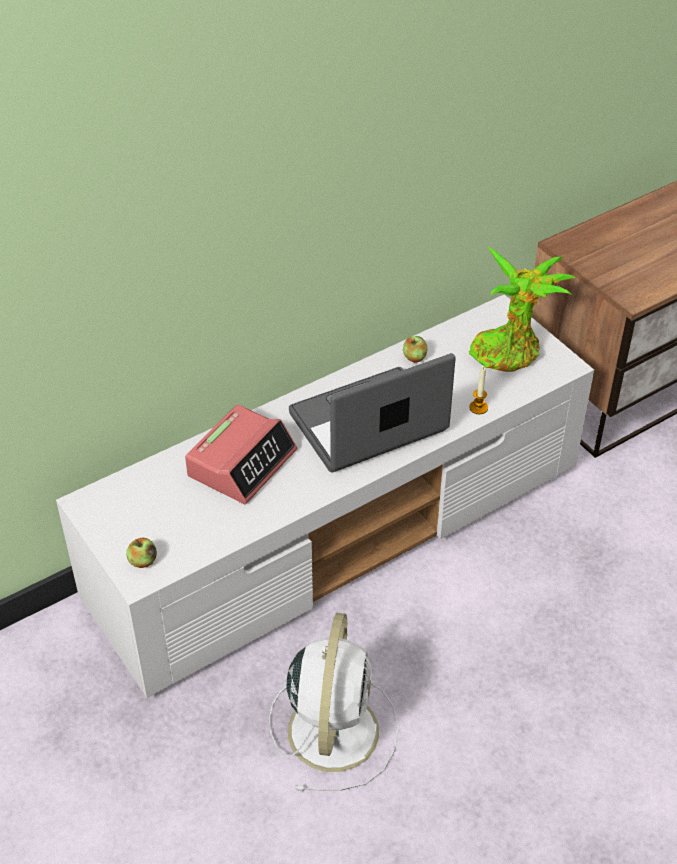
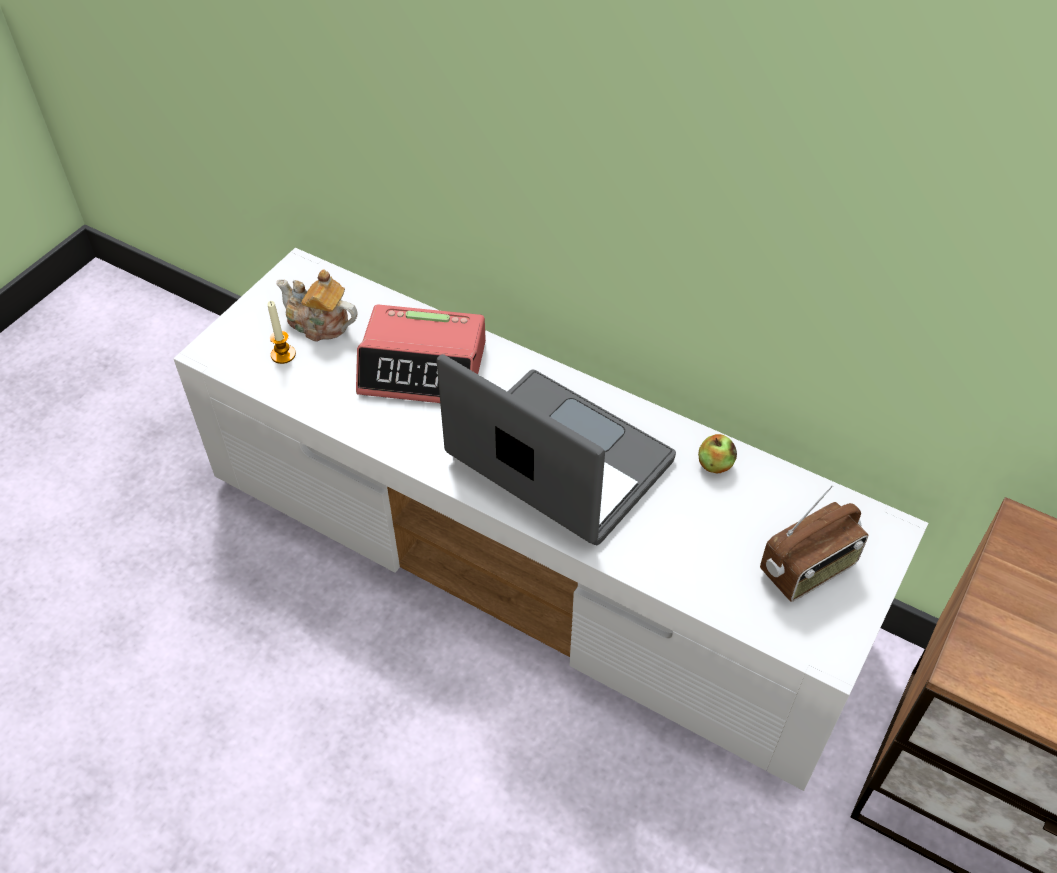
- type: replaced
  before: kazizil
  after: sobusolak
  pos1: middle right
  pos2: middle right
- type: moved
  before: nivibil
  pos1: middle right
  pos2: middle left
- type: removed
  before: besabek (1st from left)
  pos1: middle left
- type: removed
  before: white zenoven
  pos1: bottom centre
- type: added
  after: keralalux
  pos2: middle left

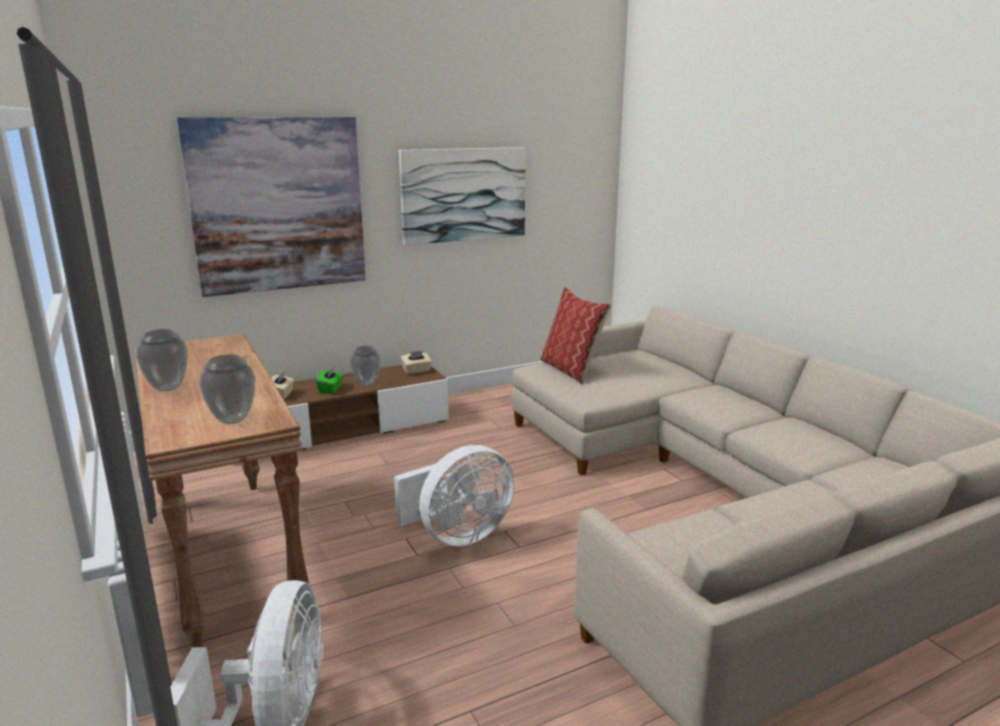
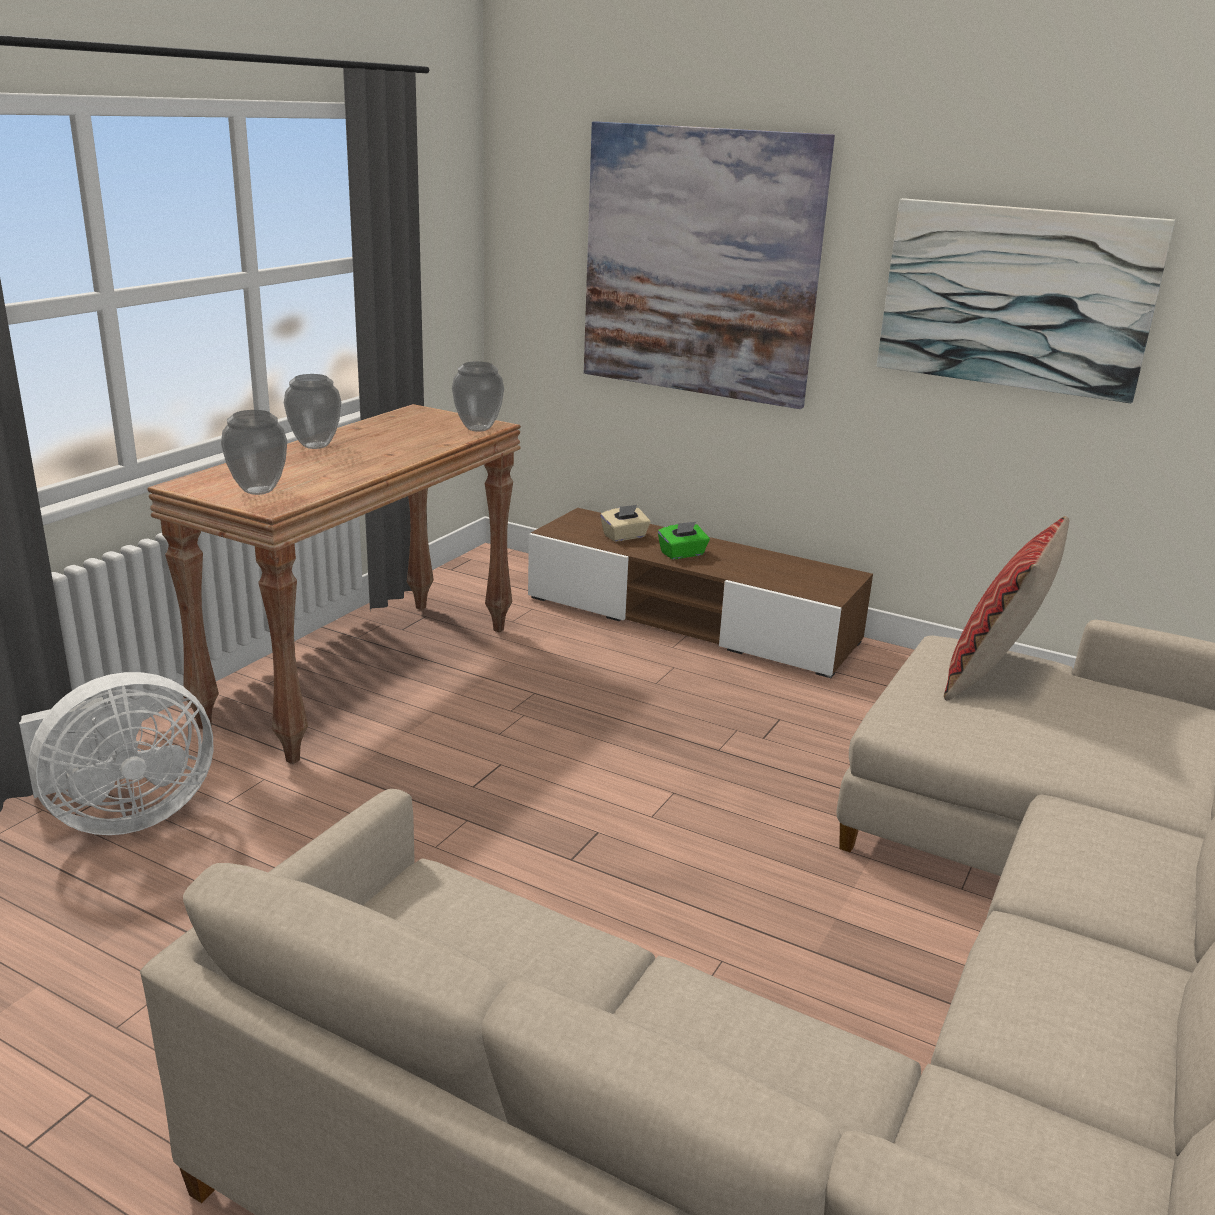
- type: moved
  before: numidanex (3rd from left)
  pos1: centre
  pos2: top centre
- type: removed
  before: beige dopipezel (2nd from left)
  pos1: centre
- type: removed
  before: white zenoven (2nd from left)
  pos1: bottom centre

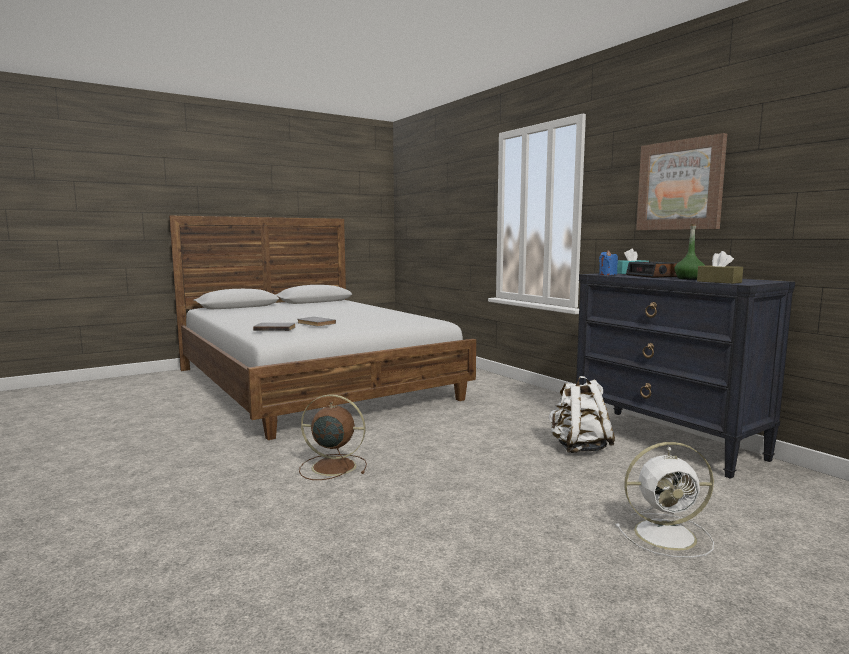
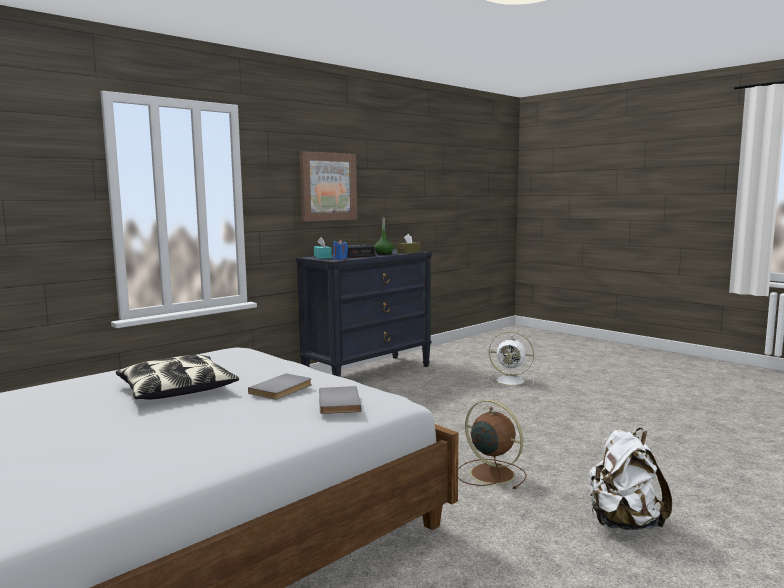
- type: moved
  before: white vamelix
  pos1: middle right
  pos2: bottom right
- type: turned
  before: brown zenoven
  pos1: bottom centre
  pos2: bottom centre
  turn: 135
- type: turned
  before: white zenoven
  pos1: bottom right
  pos2: centre
  turn: 120
- type: added
  after: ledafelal
  pos2: middle left

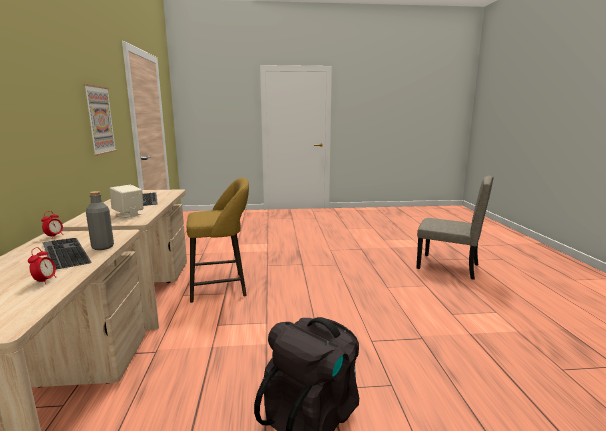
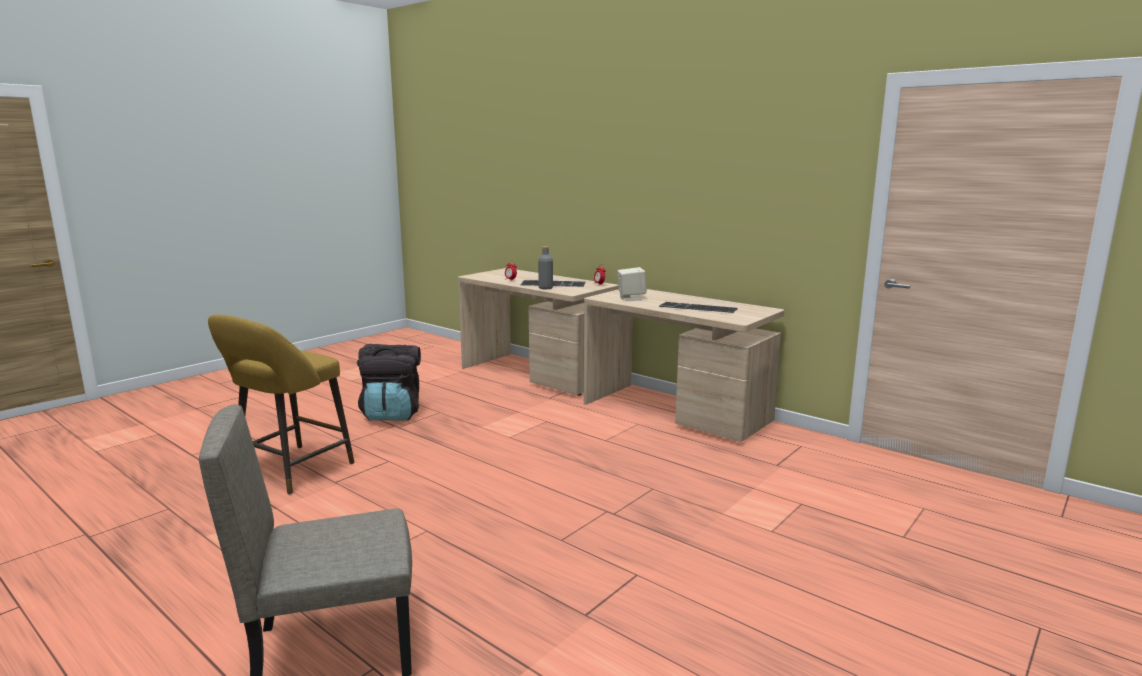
- type: removed
  before: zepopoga
  pos1: top left
- type: moved
  before: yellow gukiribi
  pos1: centre
  pos2: middle left

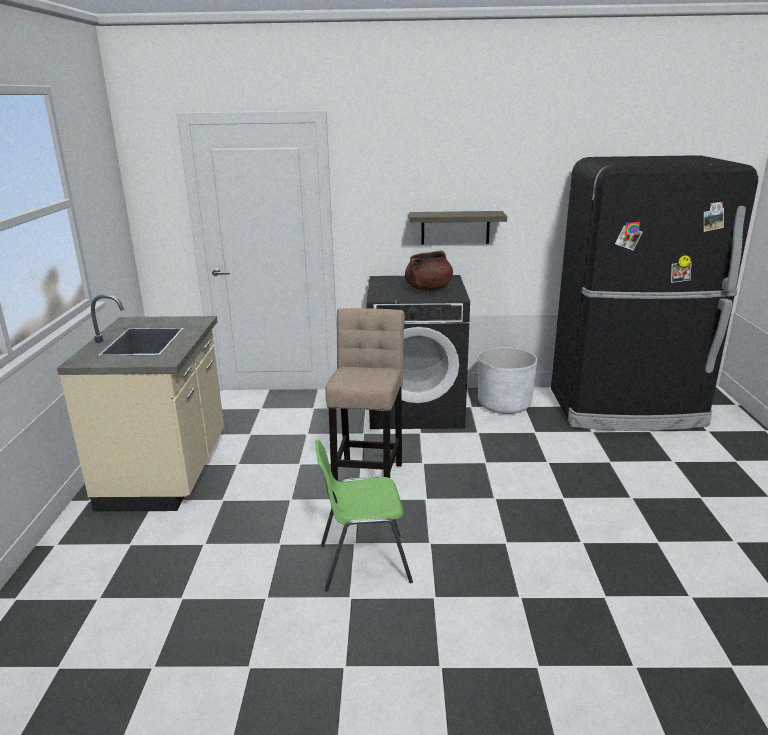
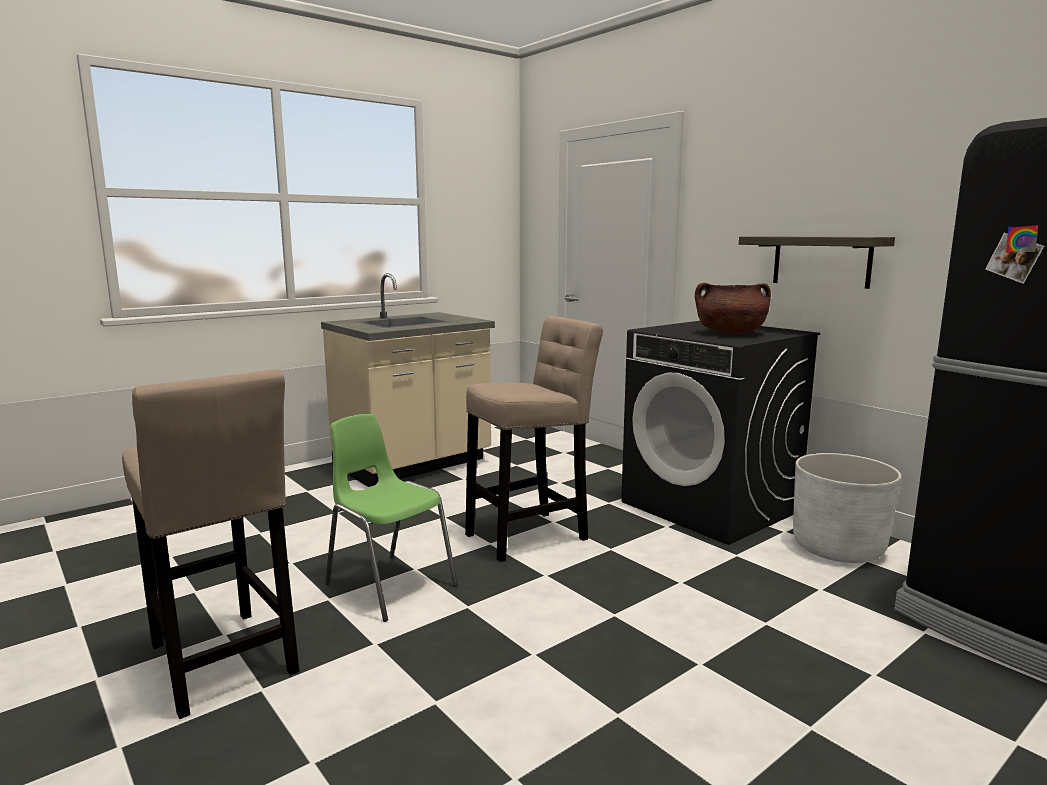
- type: added
  after: beige gukiribi (1st from left)
  pos2: bottom left

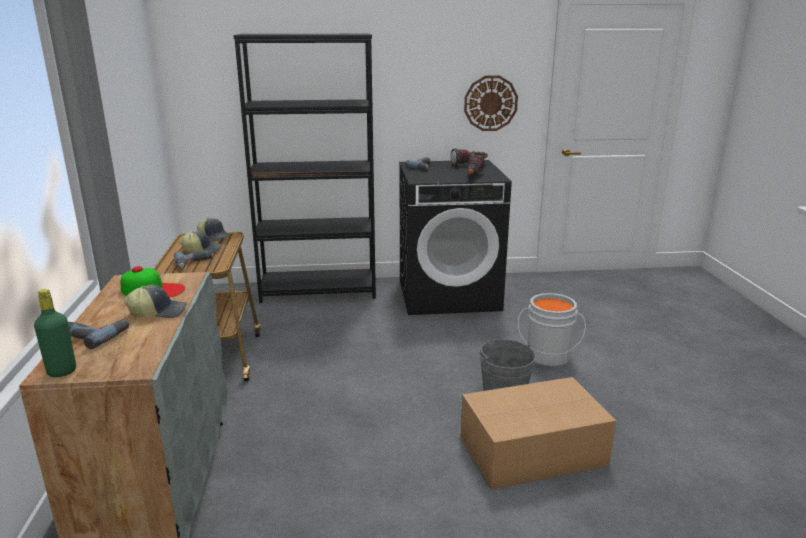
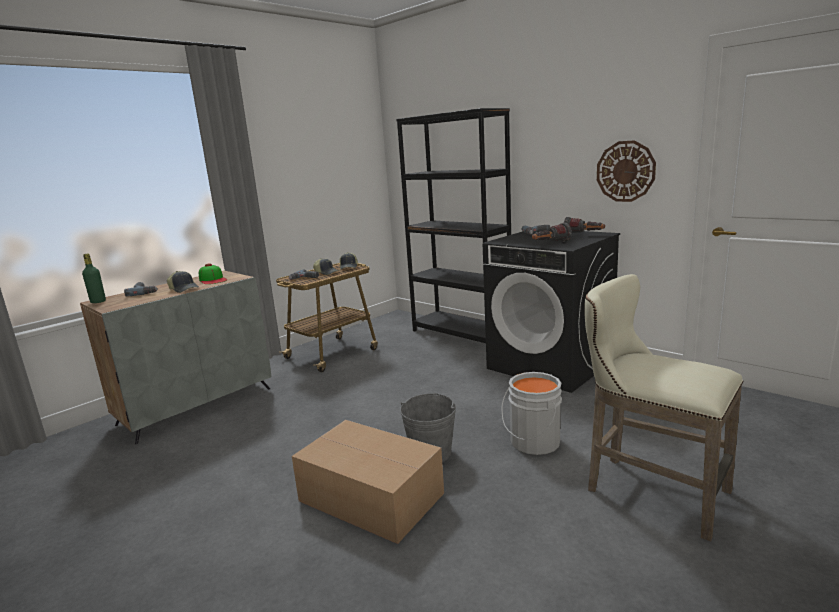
- type: added
  after: beige gukiribi
  pos2: bottom right

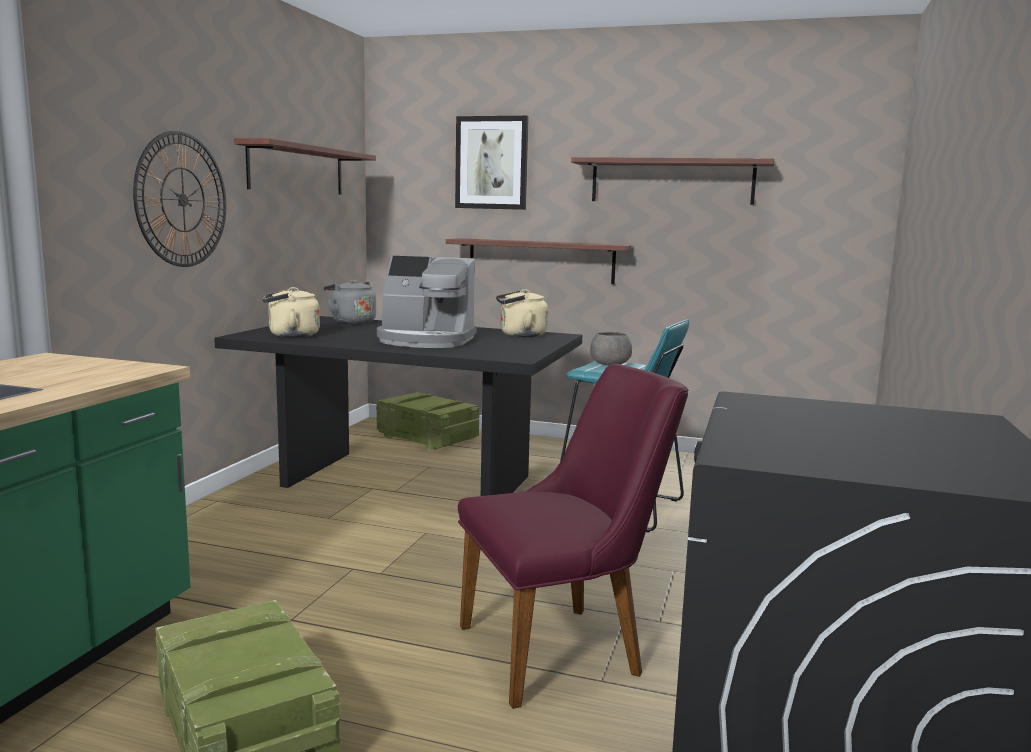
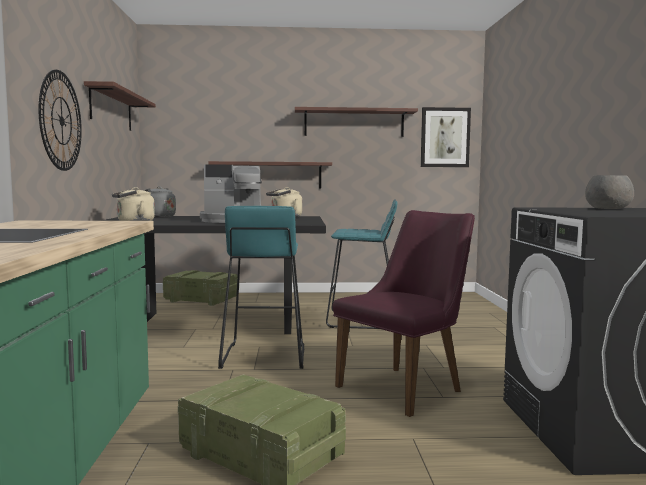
- type: moved
  before: zepopoga
  pos1: top centre
  pos2: top right
- type: moved
  before: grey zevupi
  pos1: centre
  pos2: middle right
- type: added
  after: turquoise gukiribi (1st from left)
  pos2: centre

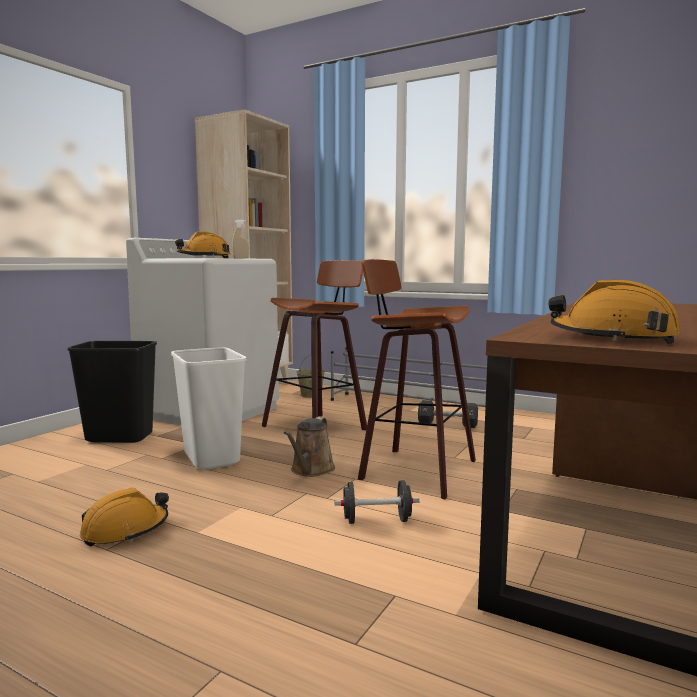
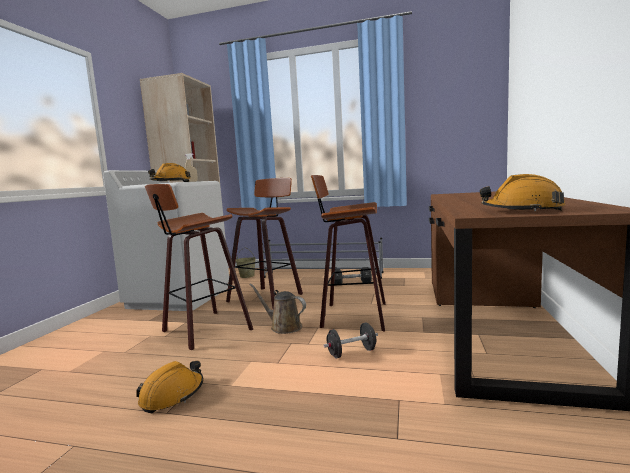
- type: removed
  before: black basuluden
  pos1: middle left
- type: replaced
  before: white basuluden
  after: gukiribi (1st from left)
  pos1: middle left
  pos2: middle left
- type: turned
  before: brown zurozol
  pos1: centre
  pos2: centre
  turn: 120

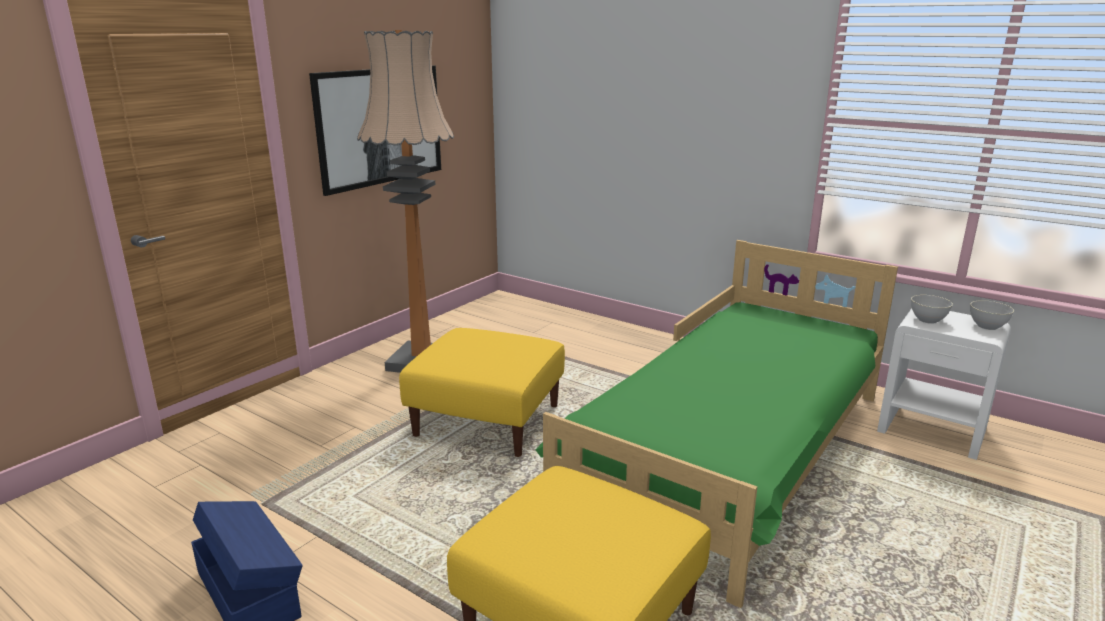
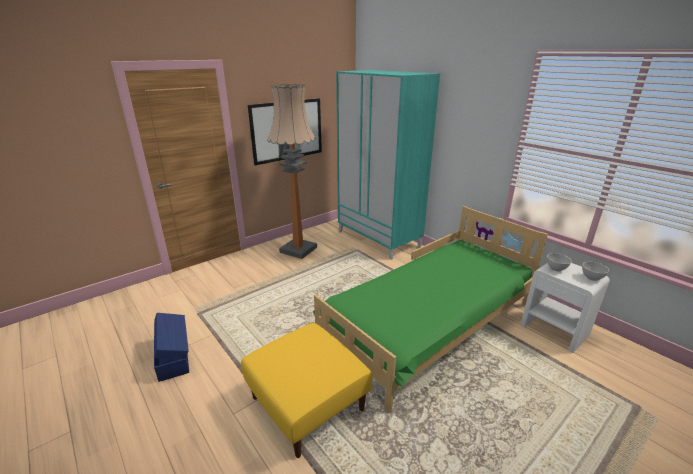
- type: removed
  before: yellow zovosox (1st from left)
  pos1: centre
- type: added
  after: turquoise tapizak
  pos2: centre

